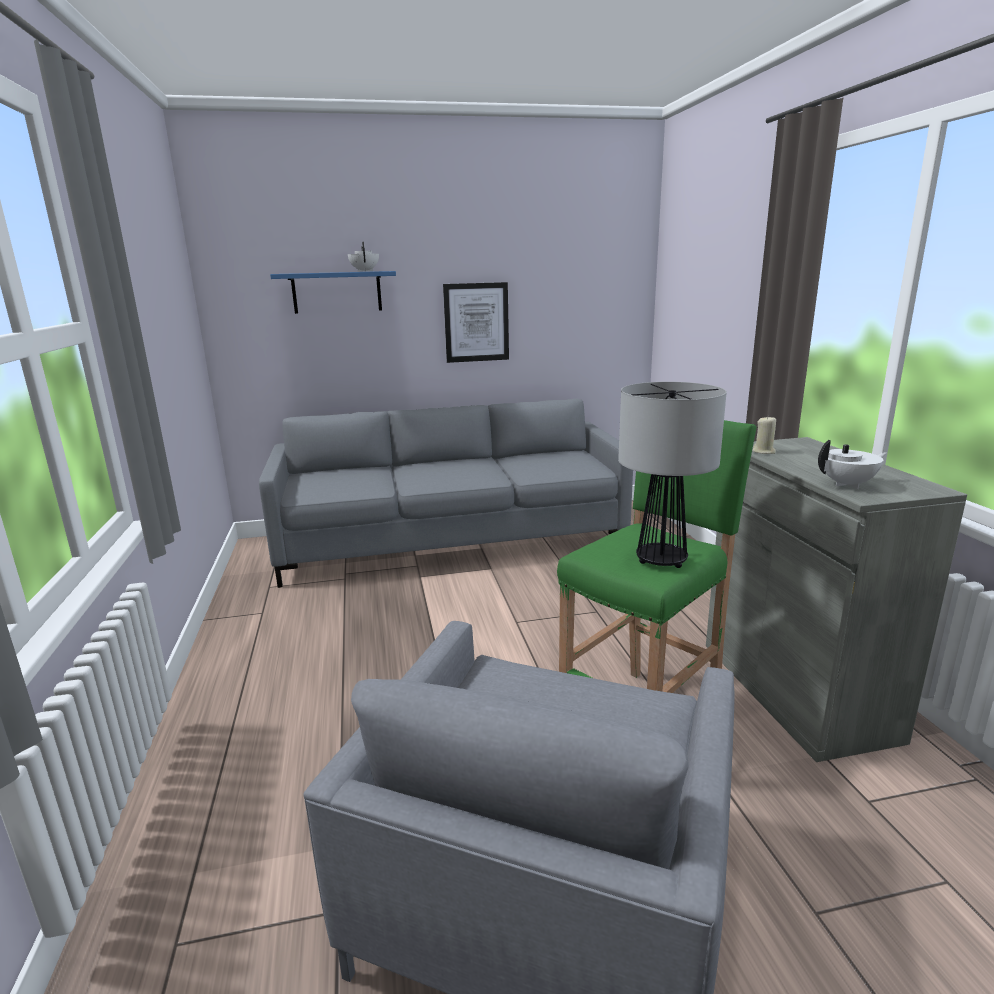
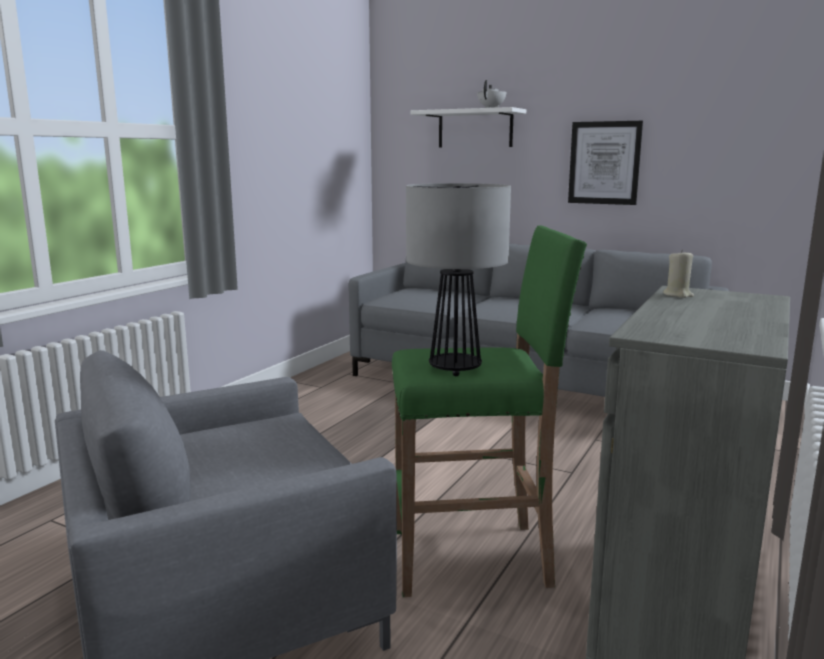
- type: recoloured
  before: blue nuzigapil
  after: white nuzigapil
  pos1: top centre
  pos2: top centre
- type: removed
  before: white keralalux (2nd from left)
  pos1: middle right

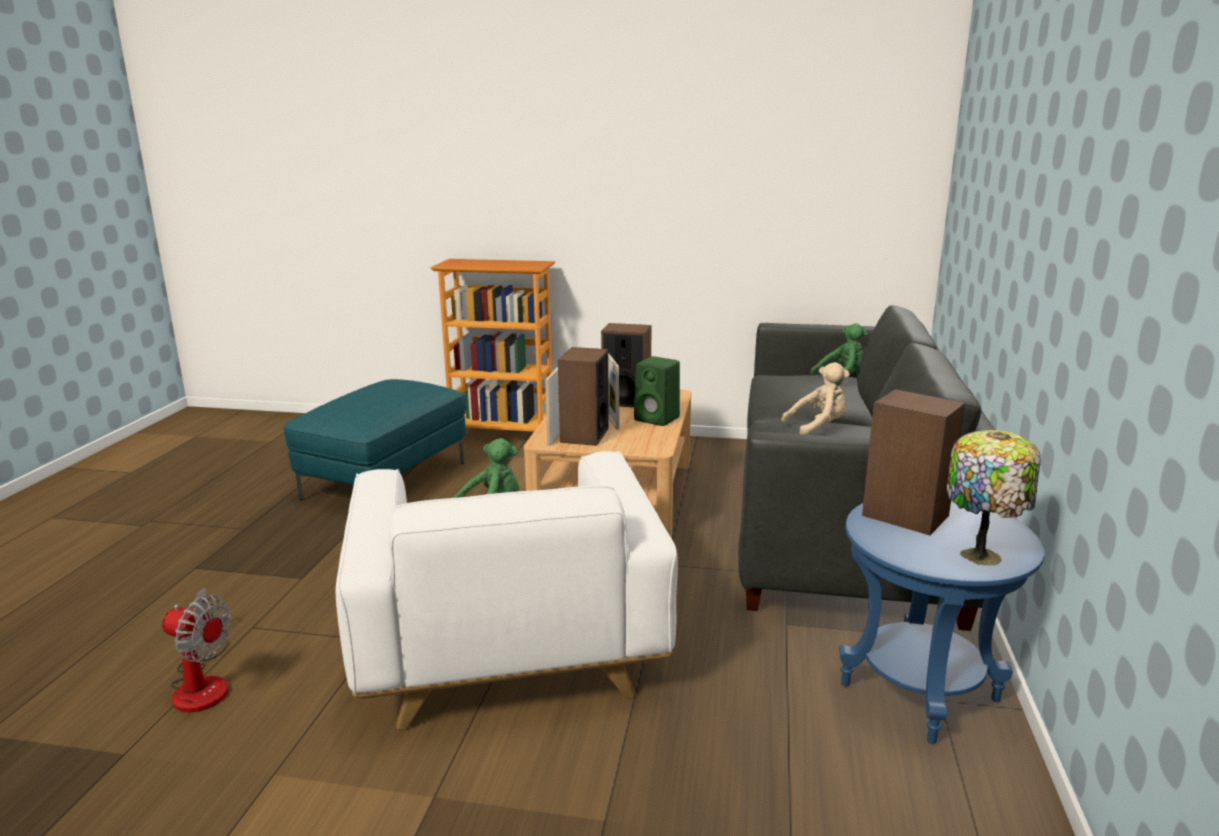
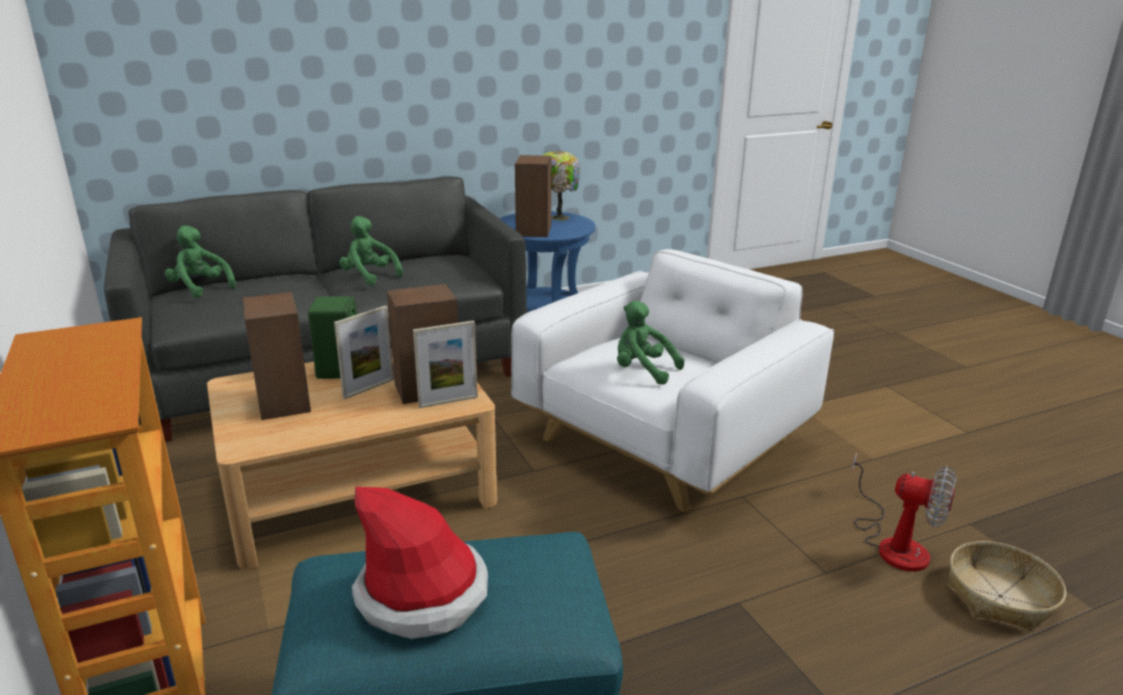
- type: recoloured
  before: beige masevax
  after: green masevax (2nd from left)
  pos1: middle right
  pos2: middle left
- type: turned
  before: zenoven
  pos1: bottom left
  pos2: bottom right
  turn: 135
- type: added
  after: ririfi
  pos2: bottom centre
- type: added
  after: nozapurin
  pos2: bottom right

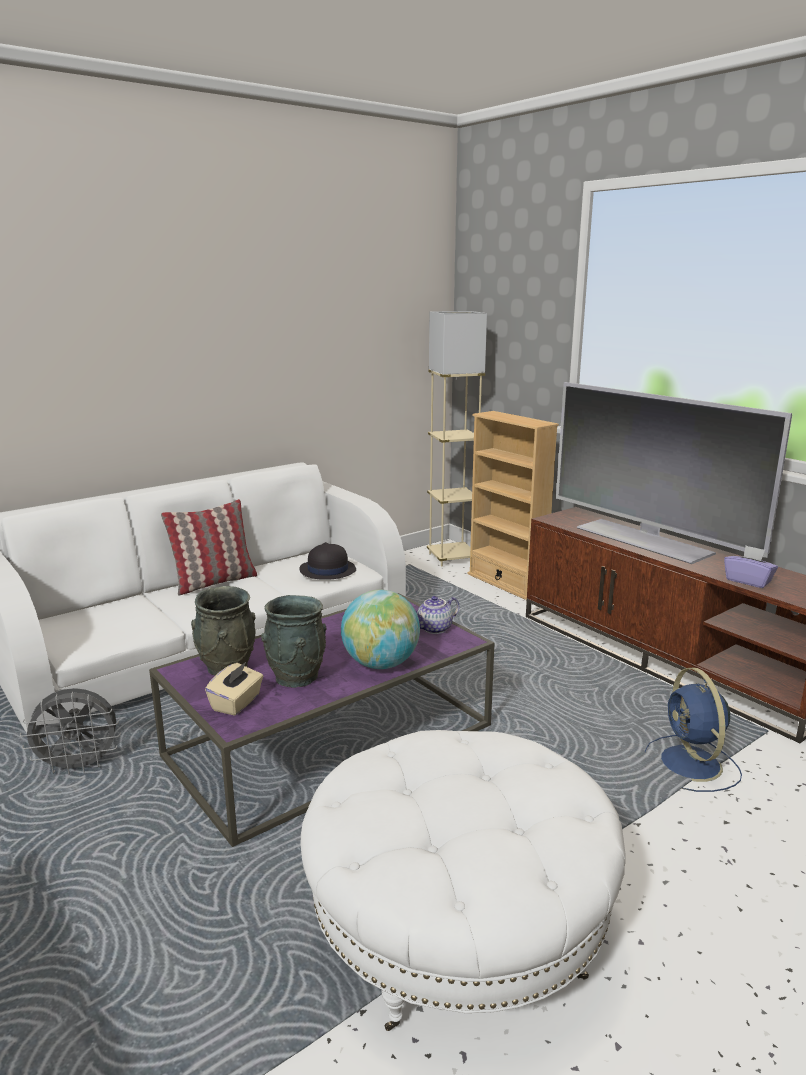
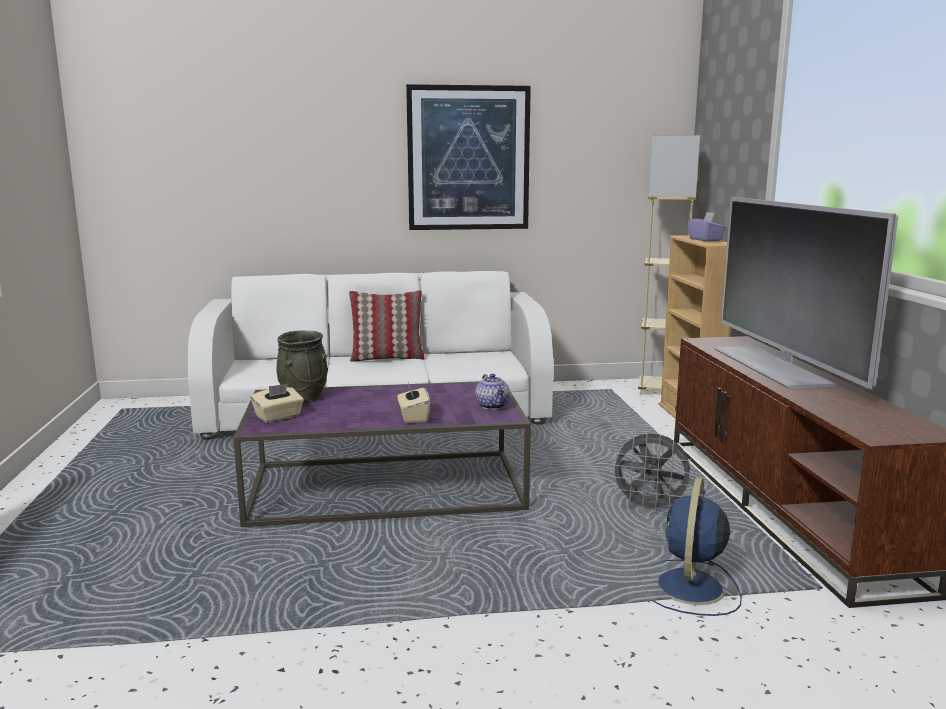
- type: removed
  before: black ririfi
  pos1: centre
- type: moved
  before: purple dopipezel
  pos1: middle right
  pos2: top right
- type: replaced
  before: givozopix
  after: beige dopipezel (2nd from left)
  pos1: centre
  pos2: centre
- type: removed
  before: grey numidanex (2nd from left)
  pos1: centre
- type: turned
  before: keralalux
  pos1: centre
  pos2: centre
  turn: -105
- type: moved
  before: grey zenoven
  pos1: bottom left
  pos2: bottom right
- type: removed
  before: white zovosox
  pos1: bottom centre
- type: added
  after: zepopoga
  pos2: top centre

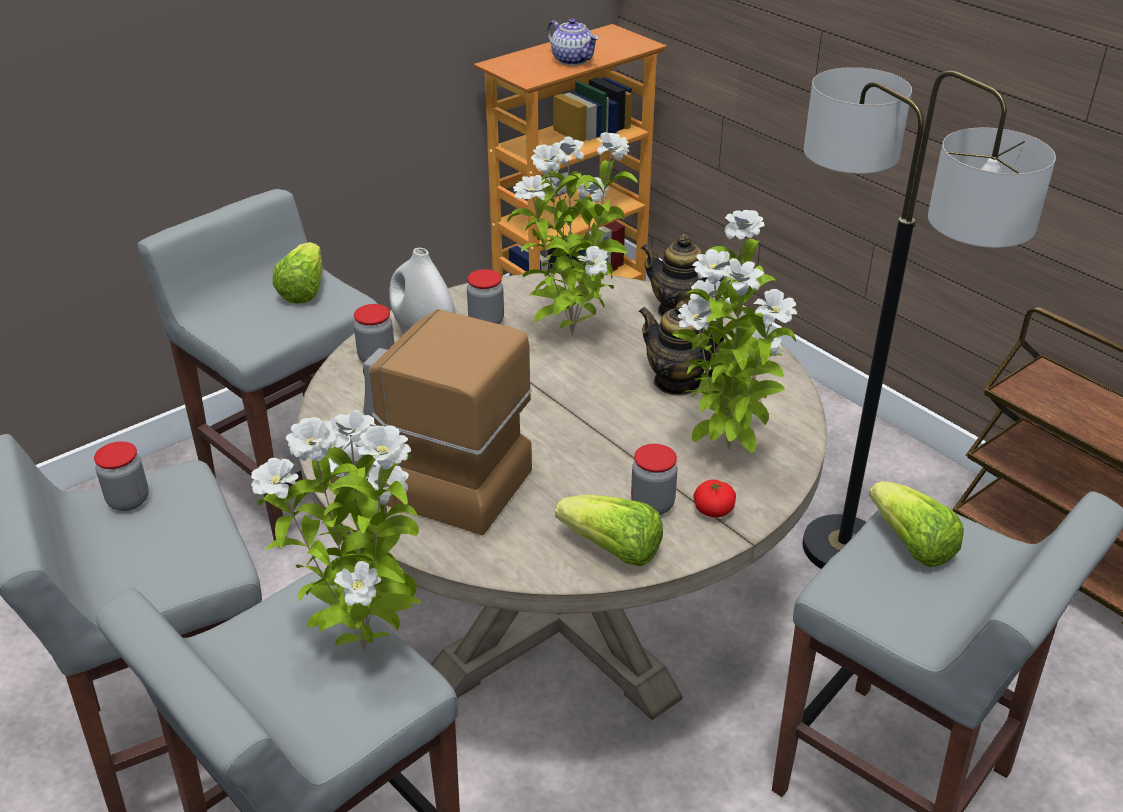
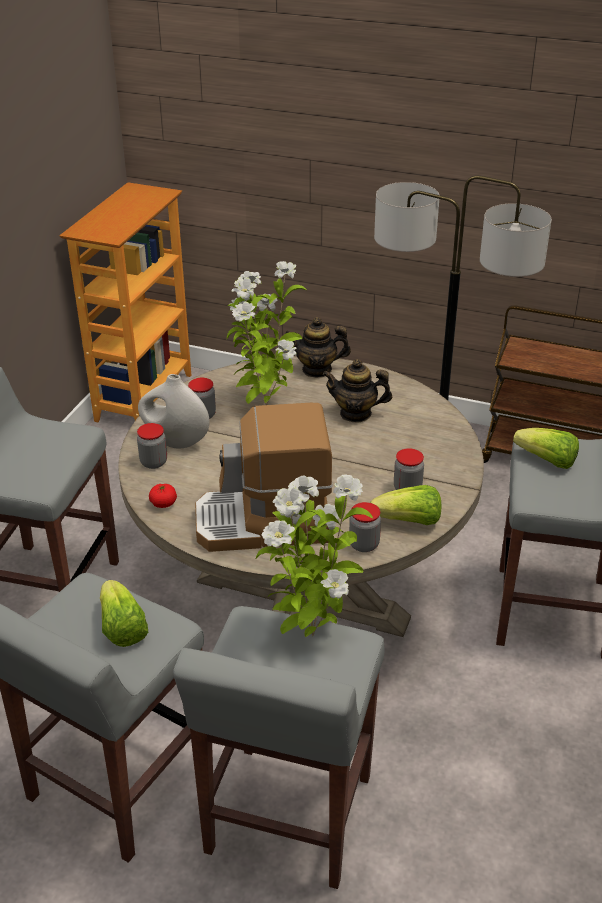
- type: removed
  before: keralalux (1st from left)
  pos1: top centre
- type: removed
  before: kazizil (3rd from left)
  pos1: centre
- type: moved
  before: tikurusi (1st from left)
  pos1: middle left
  pos2: bottom left
- type: moved
  before: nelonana (1st from left in the first image)
  after: nelonana (3rd from left)
  pos1: middle left
  pos2: centre
- type: moved
  before: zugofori
  pos1: centre
  pos2: middle left

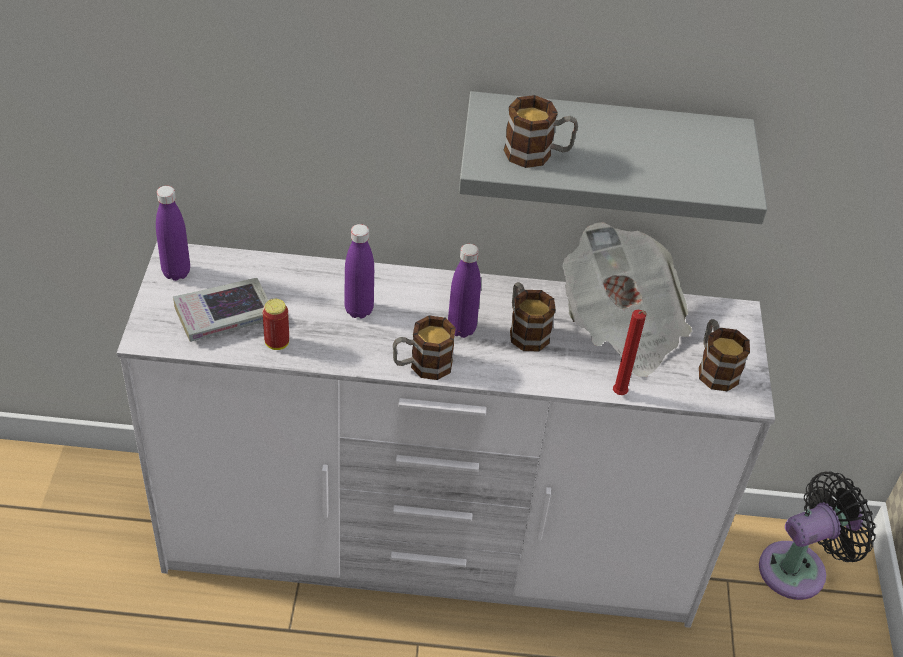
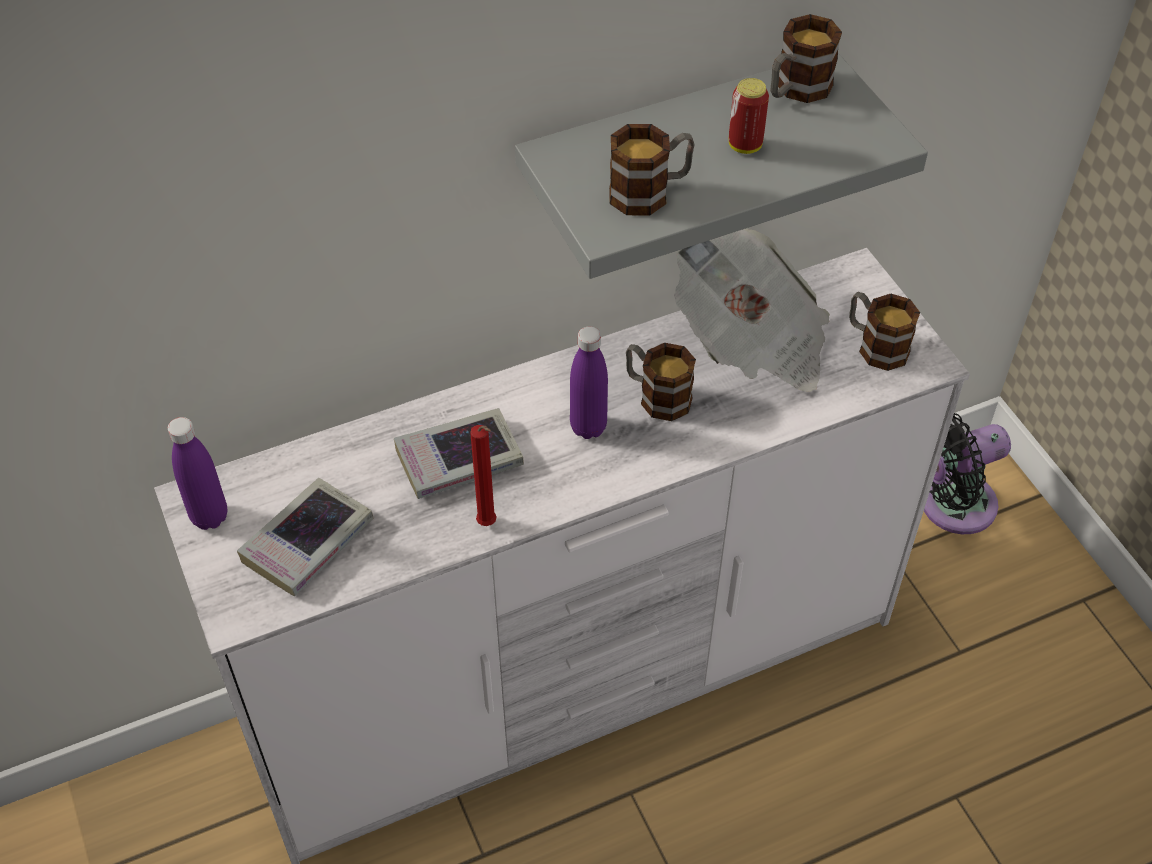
- type: replaced
  before: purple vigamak (2nd from left)
  after: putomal (2nd from left)
  pos1: centre
  pos2: centre
- type: moved
  before: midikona
  pos1: middle left
  pos2: top centre
- type: moved
  before: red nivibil
  pos1: middle right
  pos2: centre
- type: moved
  before: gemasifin (1st from left in the first image)
  after: gemasifin (3rd from left)
  pos1: centre
  pos2: top right
- type: turned
  before: black zenoven
  pos1: bottom right
  pos2: middle right
  turn: -150

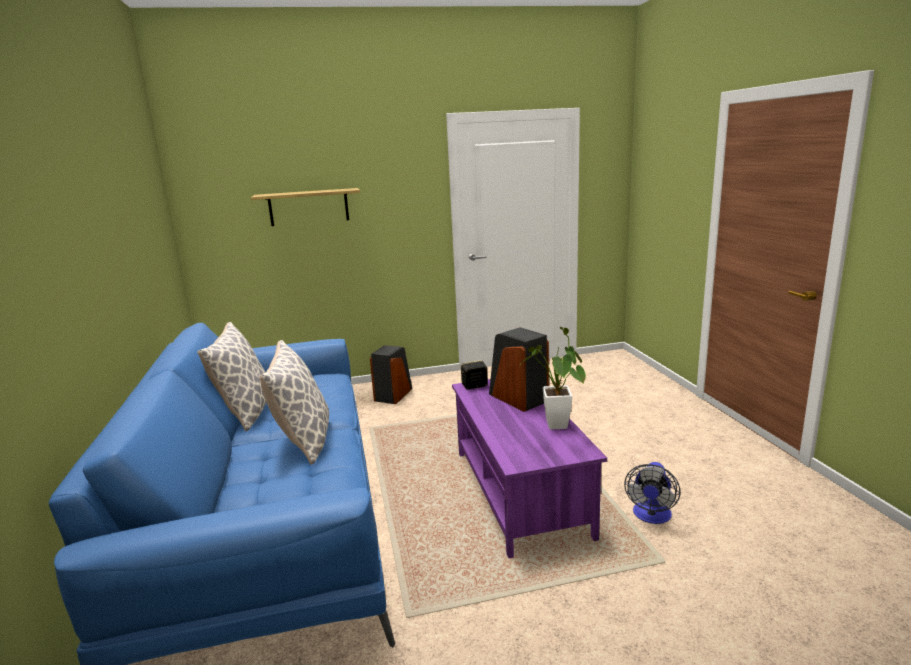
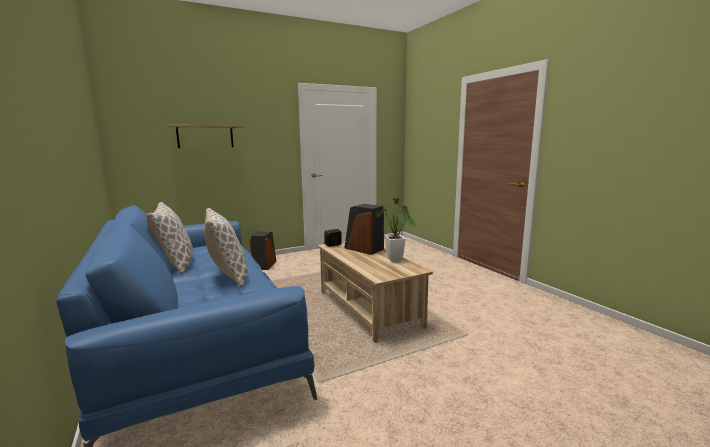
- type: recoloured
  before: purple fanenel
  after: beige fanenel
  pos1: bottom centre
  pos2: centre
- type: removed
  before: zenoven
  pos1: bottom right

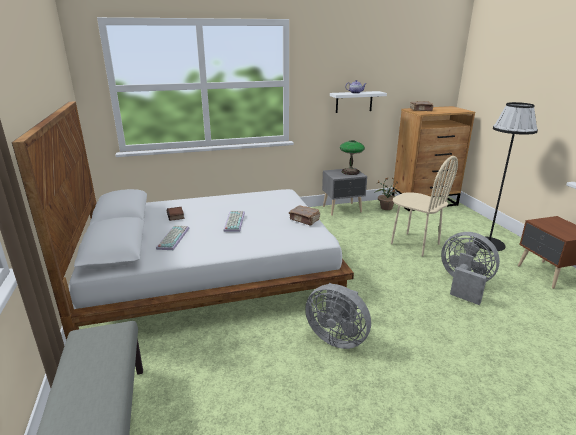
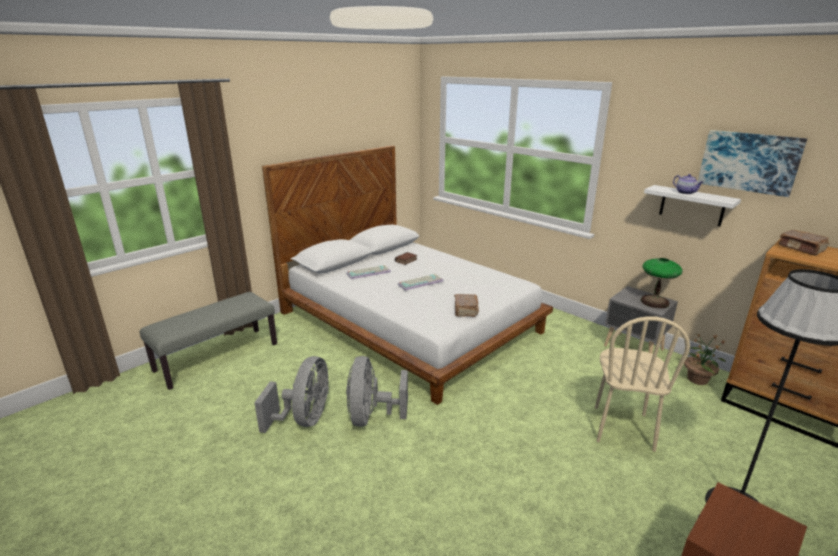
- type: moved
  before: grey zenoven (2nd from left in the first image)
  after: grey zenoven (1st from left)
  pos1: middle right
  pos2: bottom centre
- type: added
  after: zepopoga
  pos2: top right

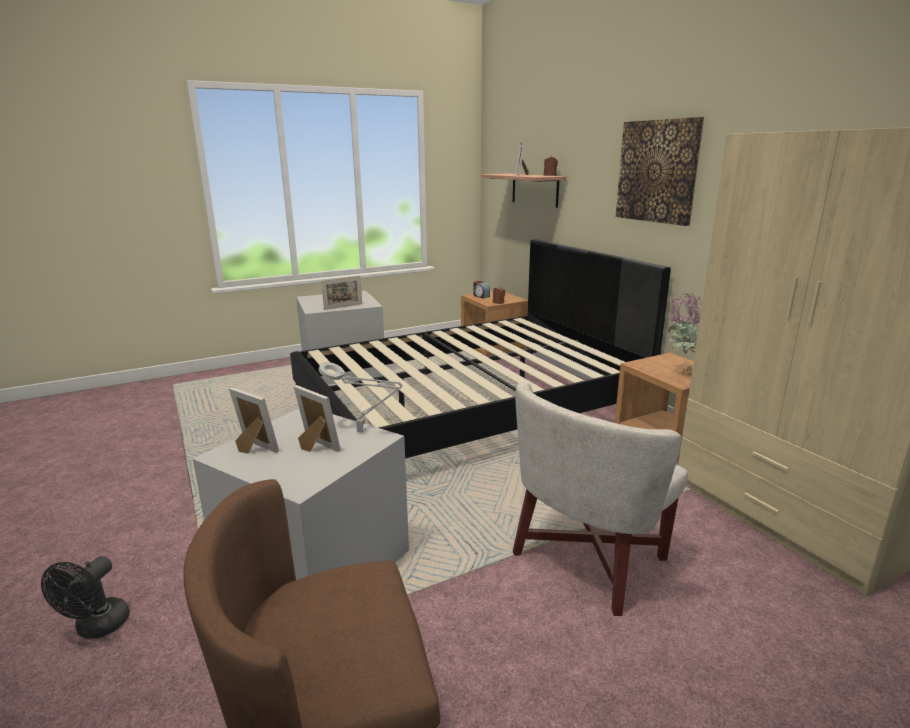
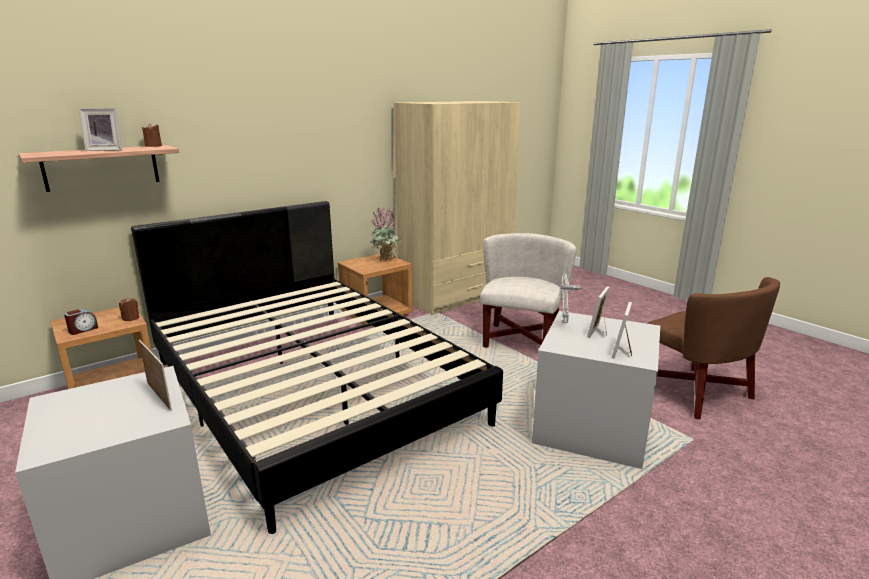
- type: removed
  before: zepopoga
  pos1: top right
- type: turned
  before: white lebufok
  pos1: bottom centre
  pos2: centre
  turn: -105
- type: removed
  before: black zenoven
  pos1: bottom left

